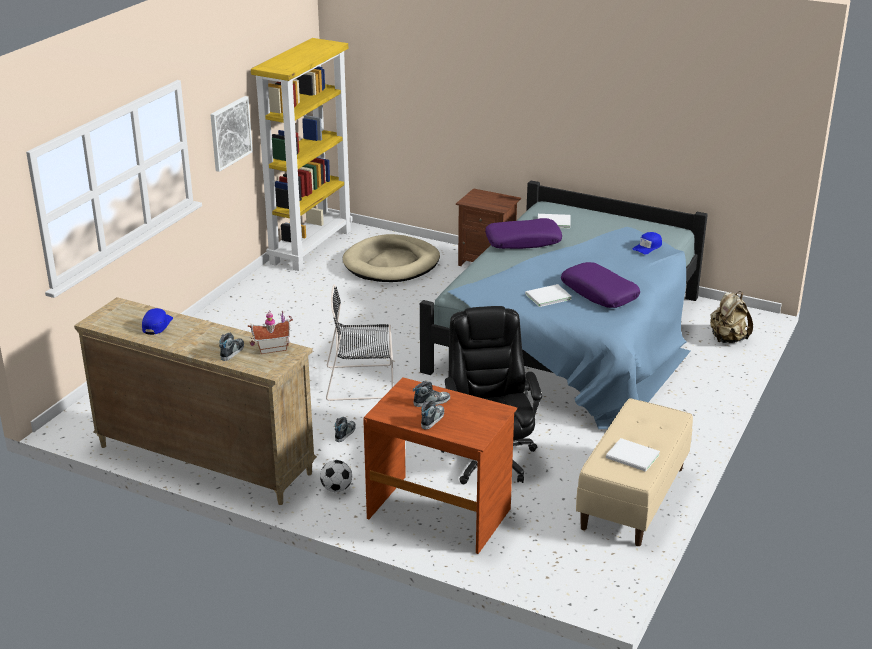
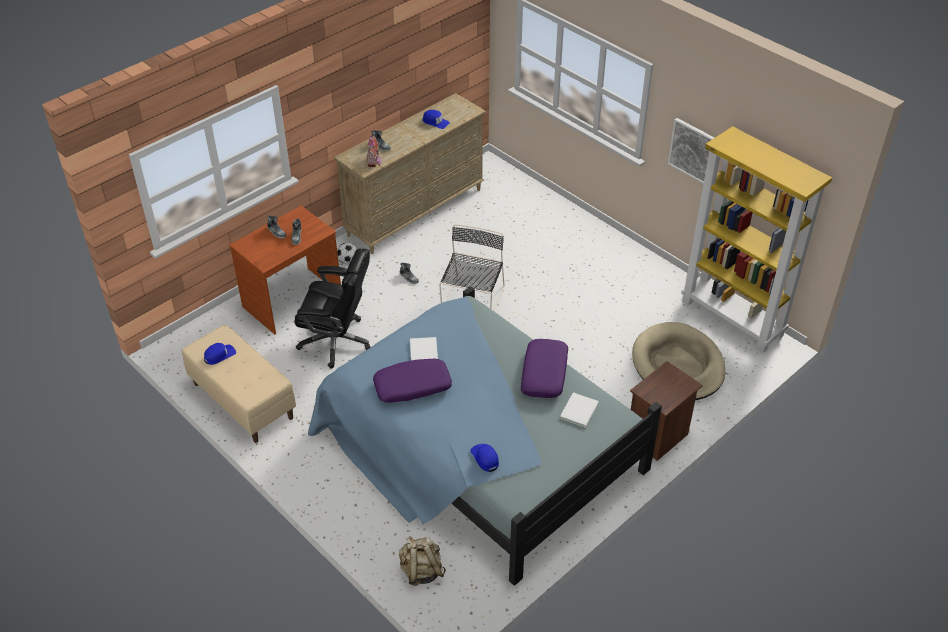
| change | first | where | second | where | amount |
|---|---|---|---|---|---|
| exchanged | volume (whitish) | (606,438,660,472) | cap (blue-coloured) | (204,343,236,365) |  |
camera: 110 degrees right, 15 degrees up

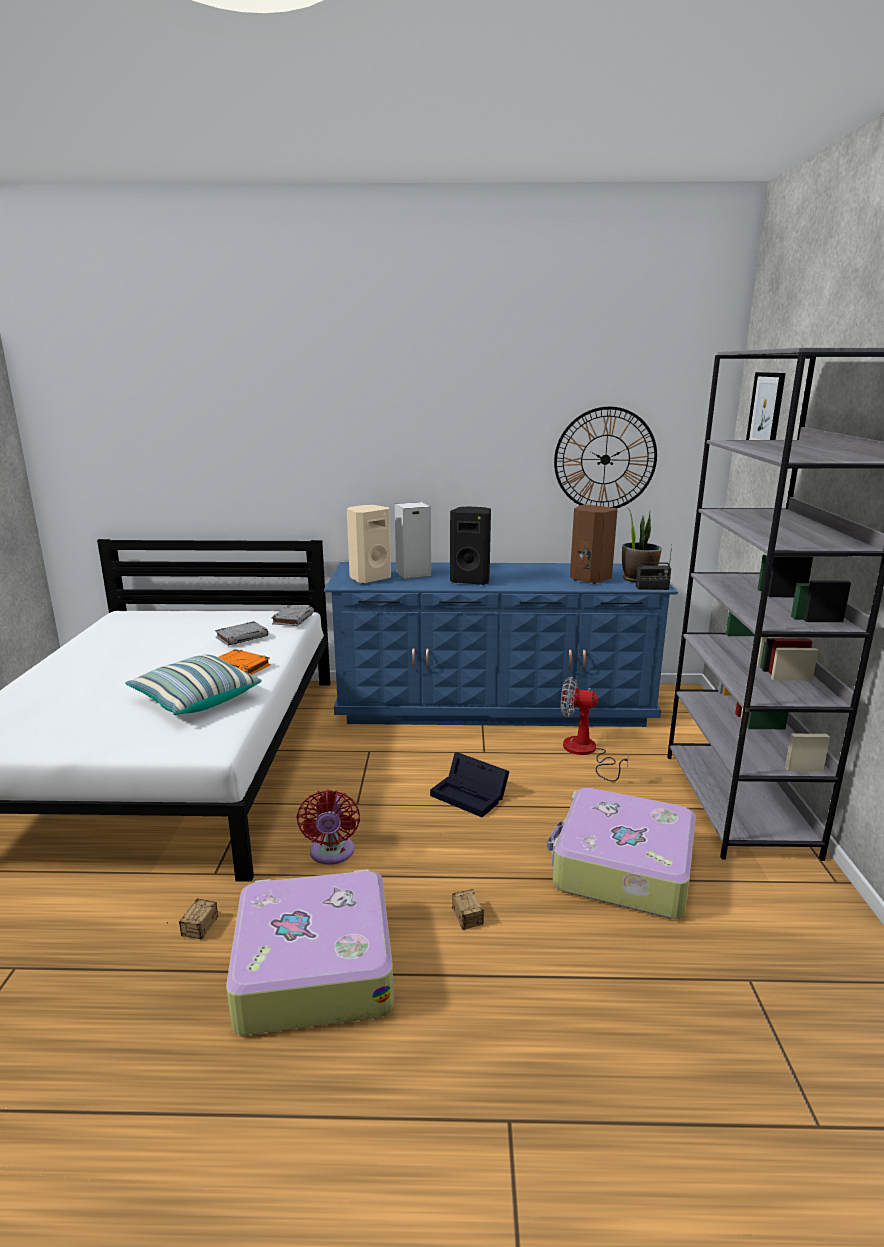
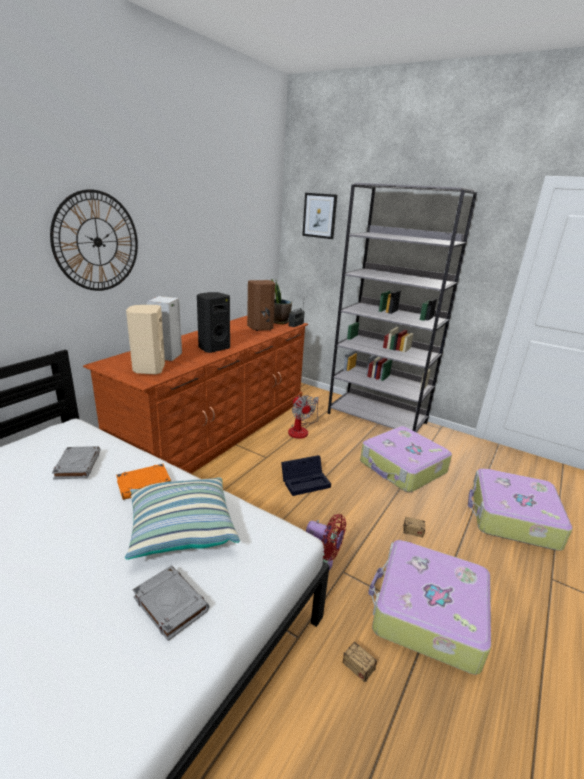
| change | first | where | second | where | amount |
|---|---|---|---|---|---|
| relocated | volume (grey) | (271,605,314,626) |  | (132,566,209,641) |  |
| colour | dresser (blue-coloured) | (324,562,678,727) | dresser (brown-coloured) | (83,316,308,474) |  |
| relocated | hanging clock | (554,407,657,509) |  | (50,189,138,291) |  |
| spun | electric fan | (561,677,629,782) |  | (288,395,319,439) | 75 degrees counterclockwise |
| appeared |  |  | piece of luggage | (468,468,573,551) |  |
camera: 60 degrees left, 5 degrees up

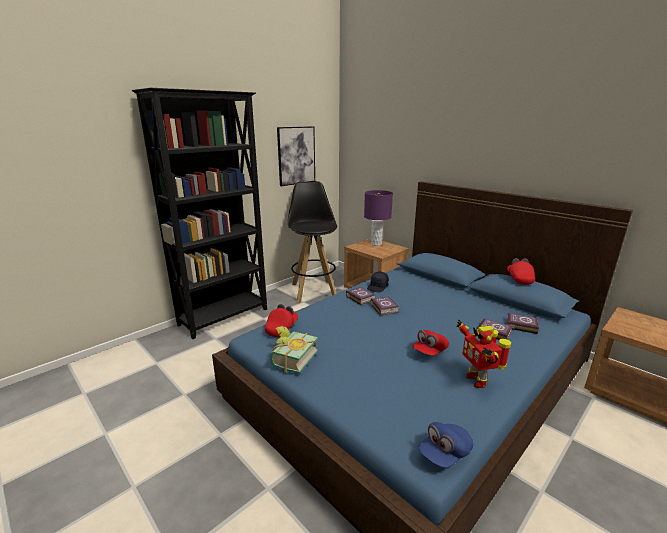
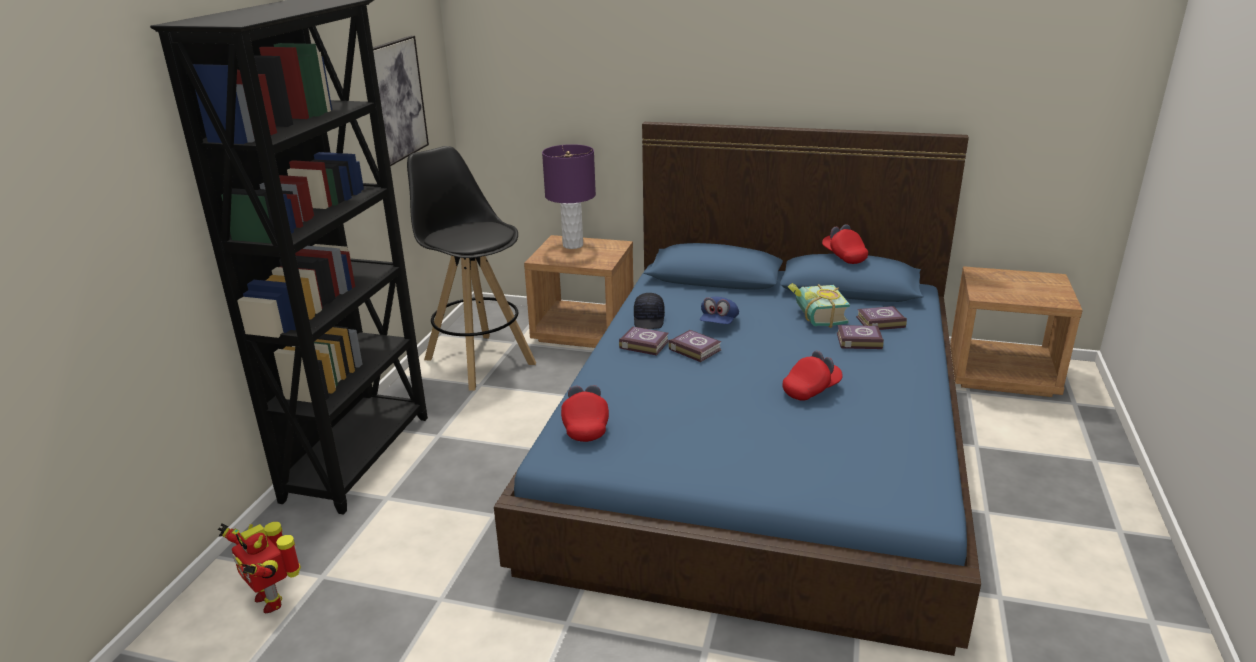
| change | first | where | second | where | amount |
|---|---|---|---|---|---|
| relocated | volume | (270,326,318,374) |  | (788,283,850,328) |  |
| spun | cap (red) | (412,330,449,356) |  | (783,351,843,401) | 135 degrees counterclockwise |
| relocated | cap (blue-coloured) | (418,422,473,468) |  | (700,297,739,324) |  |
| relocated | robot figure | (456,319,511,388) |  | (218,522,301,613) |  |
camera: 30 degrees left, 5 degrees up

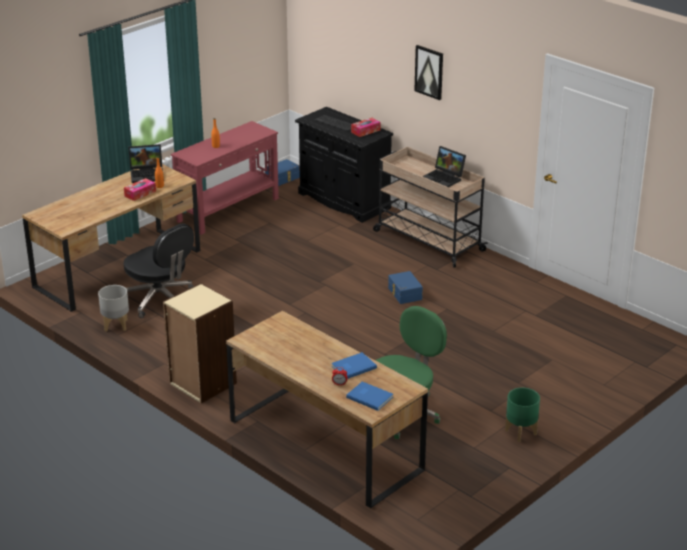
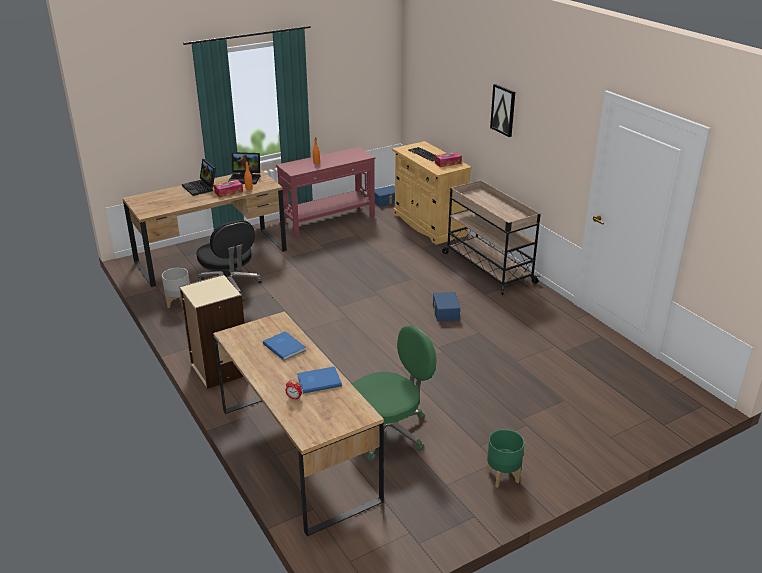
| change | first | where | second | where | amount |
|---|---|---|---|---|---|
| colour | cupboard (black-coloured) | (295,107,393,223) | cupboard (beige-coloured) | (392,141,472,245) |  |
| relocated | volume (blue-coloured) | (346,381,393,411) |  | (263,331,306,360) |  |
| relocated | laptop | (422,146,466,187) |  | (182,159,216,196) |  |
camera: 15 degrees right, 0 degrees up

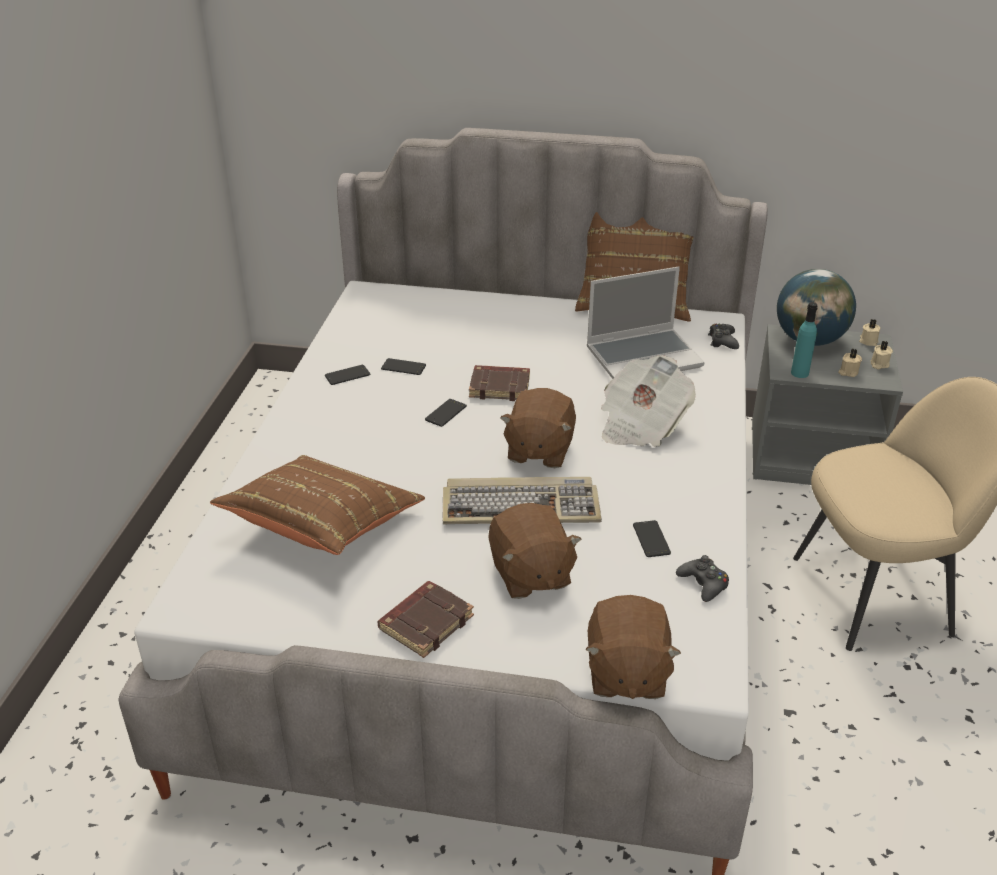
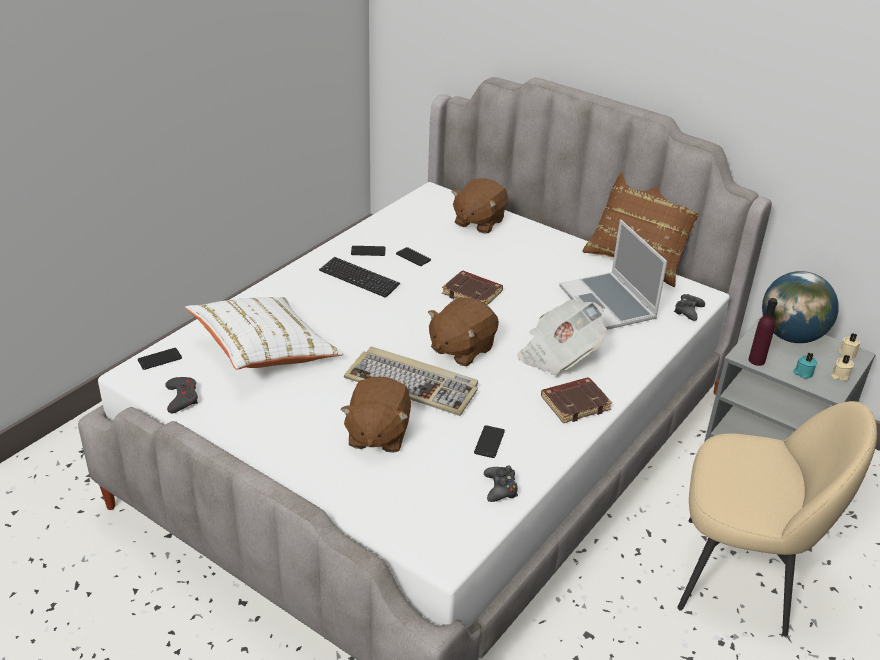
| change | first | where | second | where | amount |
|---|---|---|---|---|---|
| colour | pillow (brown-coloured) | (210,455,425,555) | pillow (whitish) | (185,297,343,370) |  |
| relocated | volume (brown-coloured) | (377,581,474,658) |  | (541,377,612,423) |  |
| relocated | handset | (425,399,467,427) |  | (138,348,182,370) |  |
| relocated | cuddly toy (brown-coloured) | (585,595,681,699) |  | (452,178,508,234) |  |
| spun | laptop | (587,267,705,379) |  | (559,220,667,330) | 60 degrees clockwise |
| colour | beverage bottle (turquoise) | (791,302,818,378) | beverage bottle (purplish) | (748,298,778,366) |  |
| colour | wax light (beige-coloured) | (838,348,862,377) | wax light (turquoise) | (793,352,817,379) |  |
| appeared |  |  | joypad (grey) | (165,377,198,413) |  |
| appeared |  |  | computer keyboard | (319,257,400,298) |  |
camera: 25 degrees right, 0 degrees up

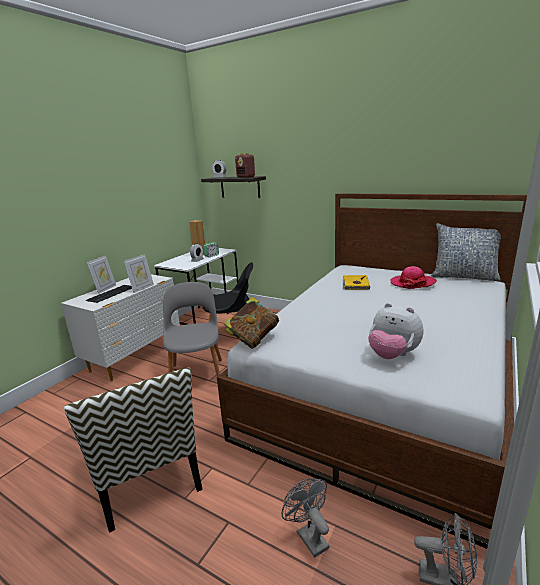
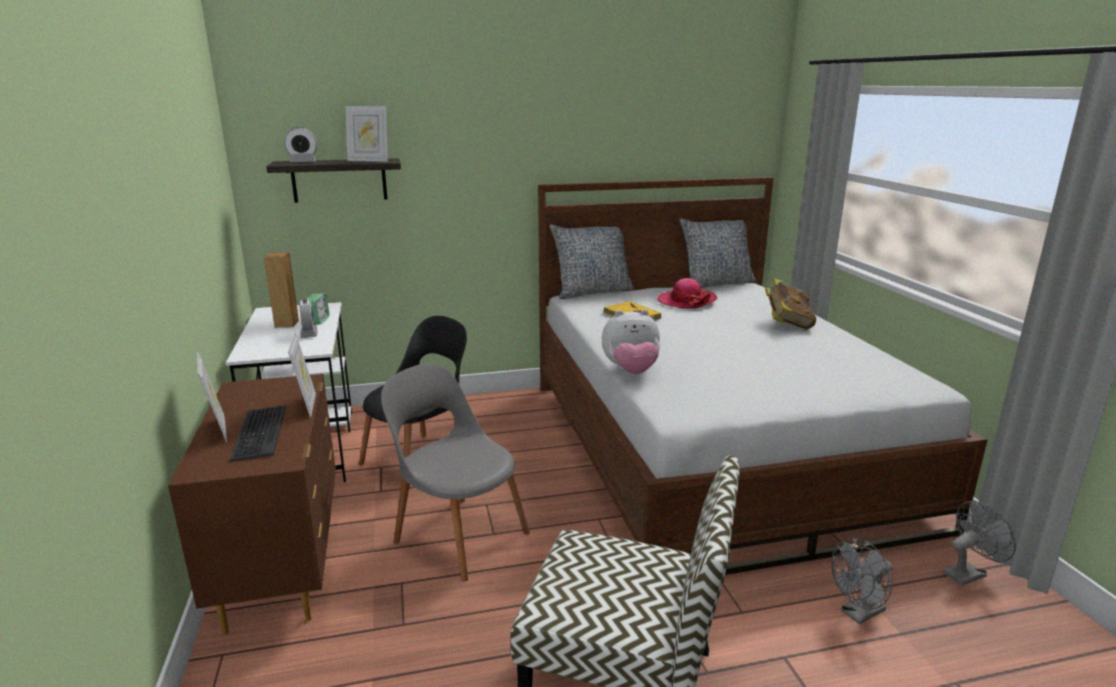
| change | first | where | second | where | amount |
|---|---|---|---|---|---|
| colour | dresser (whitish) | (61,274,180,381) | dresser (brown-coloured) | (168,374,336,635) |  |
| relocated | volume | (224,297,279,349) |  | (765,278,816,330) |  |
| exchanged | radio set | (235,153,255,178) | picture frame | (346,106,388,162) |  |
| spun | electric fan (grey) | (282,479,329,558) |  | (831,538,892,624) | 45 degrees counterclockwise |
| relocated | cuddly toy | (368,303,423,359) |  | (602,310,660,374) |  |
| appeared |  |  | pillow | (550,225,634,299) |  |
camera: 45 degrees left, 0 degrees up

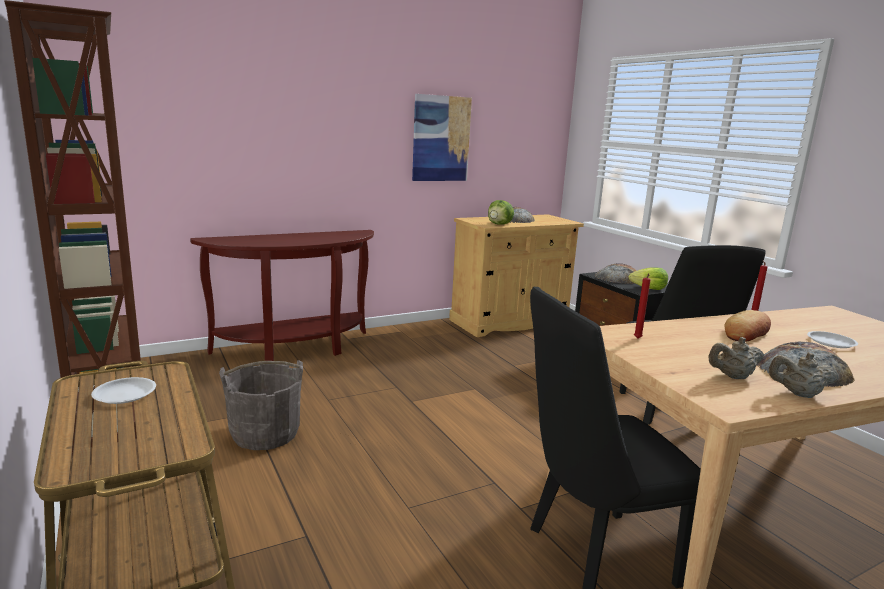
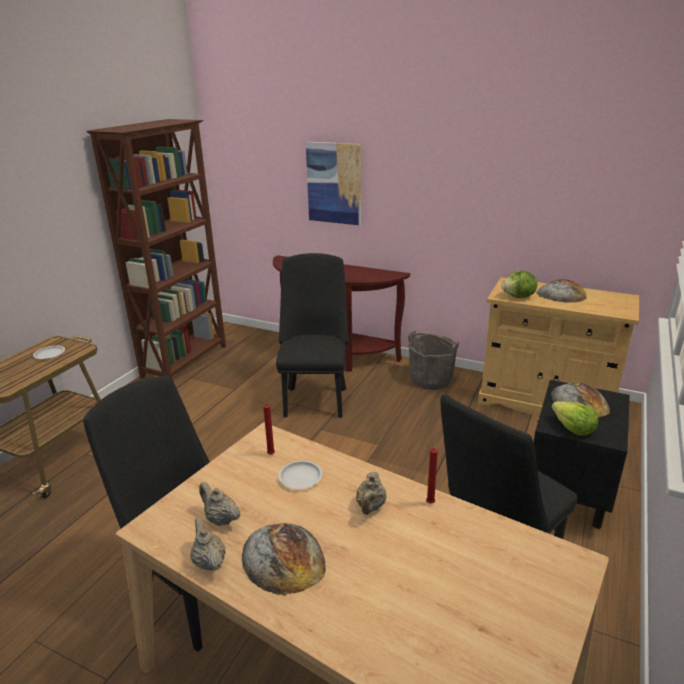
| change | first | where | second | where | amount |
|---|---|---|---|---|---|
| relocated | water bucket (grey) | (219,360,303,450) |  | (408,331,459,390) |  |
| relocated | wall art | (412,94,472,181) |  | (306,142,361,225) |  |
| exchanged | baked bread | (725,310,771,342) | teapot (beige-coloured) | (356,472,386,515) |  |
| relocated | dinner plate (whitish) | (807,331,858,348) |  | (278,460,322,489) |  |
| appeared |  |  | chair (black-coloured) | (276,253,349,418) |  |
camera: 55 degrees right, 10 degrees up

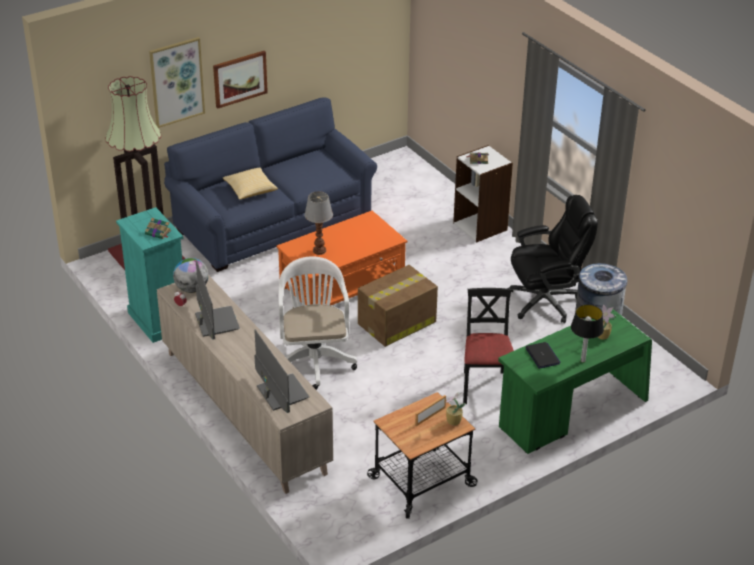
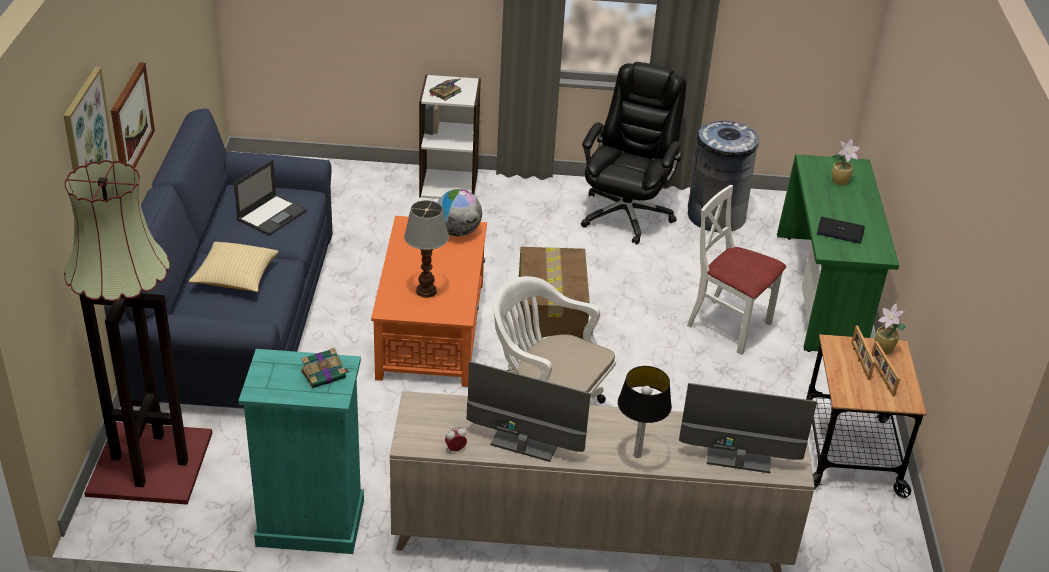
| change | first | where | second | where | amount |
|---|---|---|---|---|---|
| relocated | globe | (173,258,209,293) |  | (437,189,482,236) |  |
| colour | chair (black-coloured) | (463,288,514,404) | chair (whitish) | (687,185,786,355) |  |
| relocated | tabletop lamp | (571,305,604,363) |  | (618,366,672,458) |  |
| appeared |  |  | laptop | (234,160,307,236) |  |
| appeared |  |  | picture frame | (871,341,900,396) |  |
camera: 55 degrees left, 0 degrees up

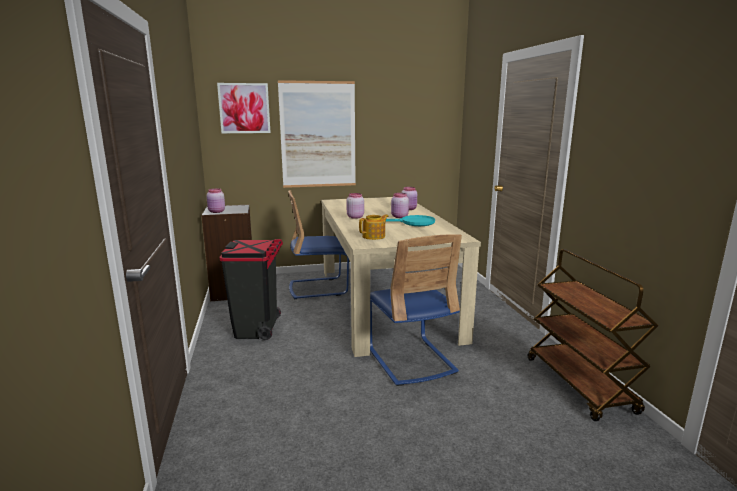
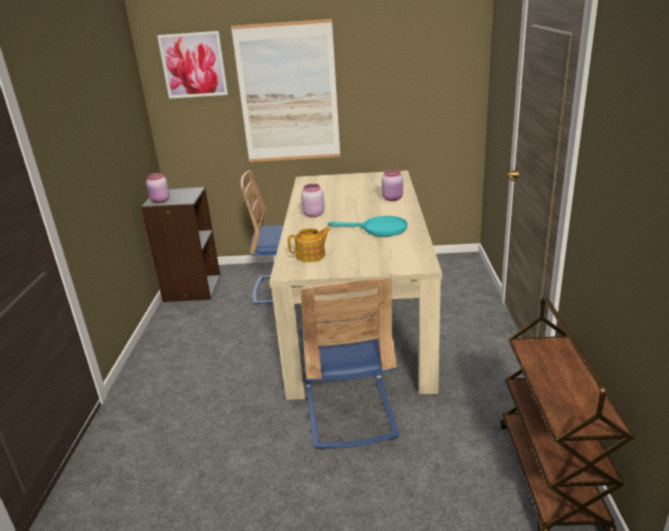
| change | first | where | second | where | amount |
|---|---|---|---|---|---|
| missing | trash can (black-coloured) | (220,239,283,340) |  |  |  |
| missing | preserve jar (pinkish) | (391,193,409,218) |  |  |  |
camera: 15 degrees right, 10 degrees up

